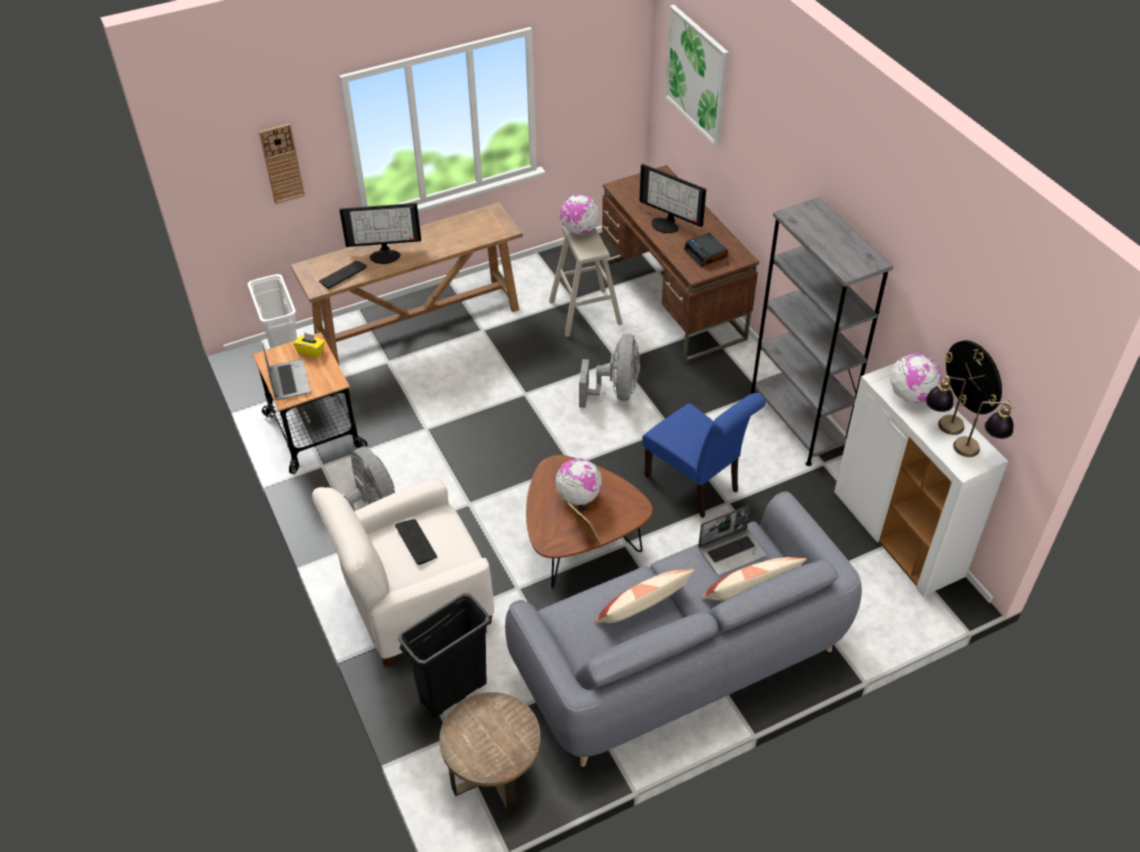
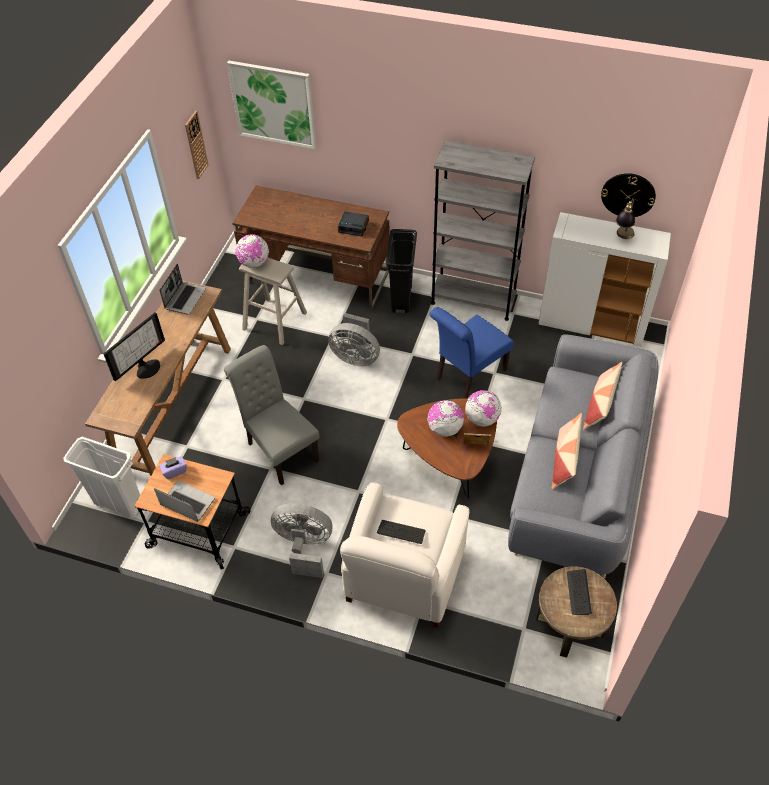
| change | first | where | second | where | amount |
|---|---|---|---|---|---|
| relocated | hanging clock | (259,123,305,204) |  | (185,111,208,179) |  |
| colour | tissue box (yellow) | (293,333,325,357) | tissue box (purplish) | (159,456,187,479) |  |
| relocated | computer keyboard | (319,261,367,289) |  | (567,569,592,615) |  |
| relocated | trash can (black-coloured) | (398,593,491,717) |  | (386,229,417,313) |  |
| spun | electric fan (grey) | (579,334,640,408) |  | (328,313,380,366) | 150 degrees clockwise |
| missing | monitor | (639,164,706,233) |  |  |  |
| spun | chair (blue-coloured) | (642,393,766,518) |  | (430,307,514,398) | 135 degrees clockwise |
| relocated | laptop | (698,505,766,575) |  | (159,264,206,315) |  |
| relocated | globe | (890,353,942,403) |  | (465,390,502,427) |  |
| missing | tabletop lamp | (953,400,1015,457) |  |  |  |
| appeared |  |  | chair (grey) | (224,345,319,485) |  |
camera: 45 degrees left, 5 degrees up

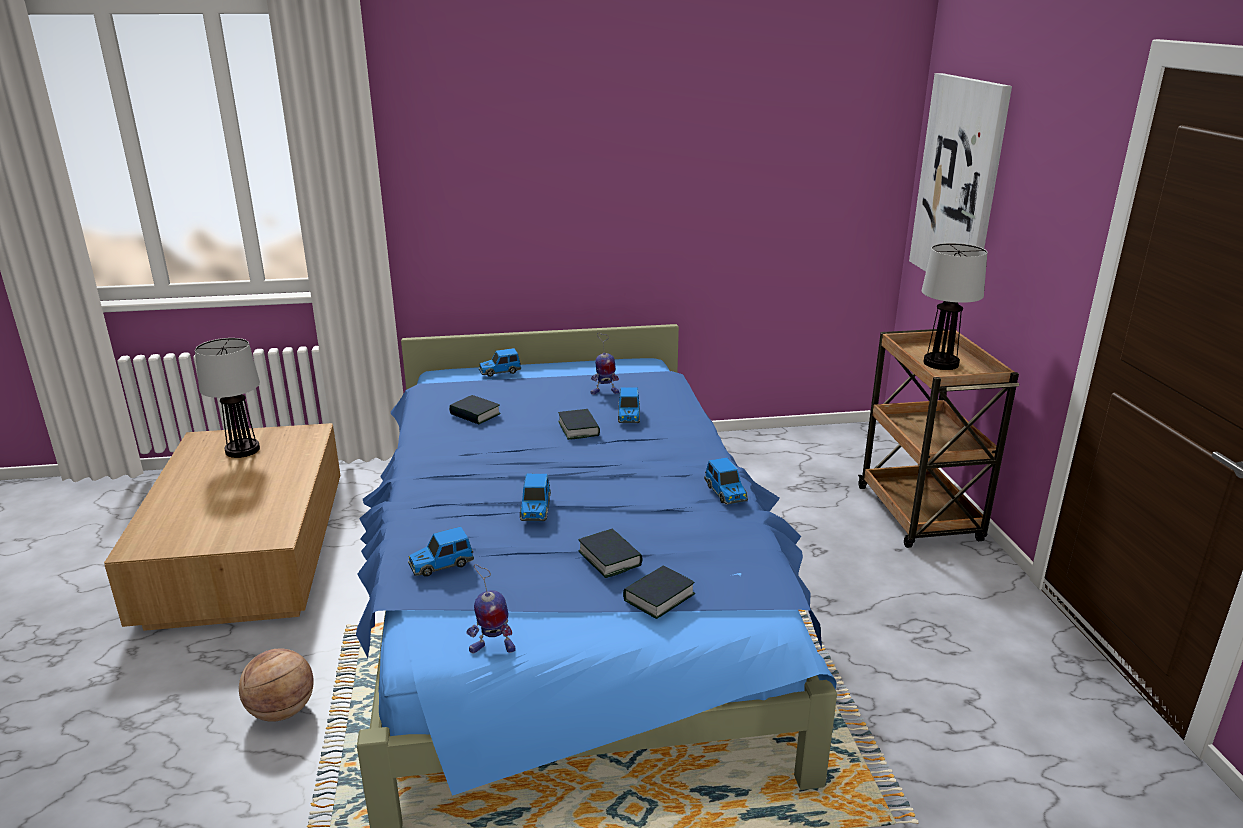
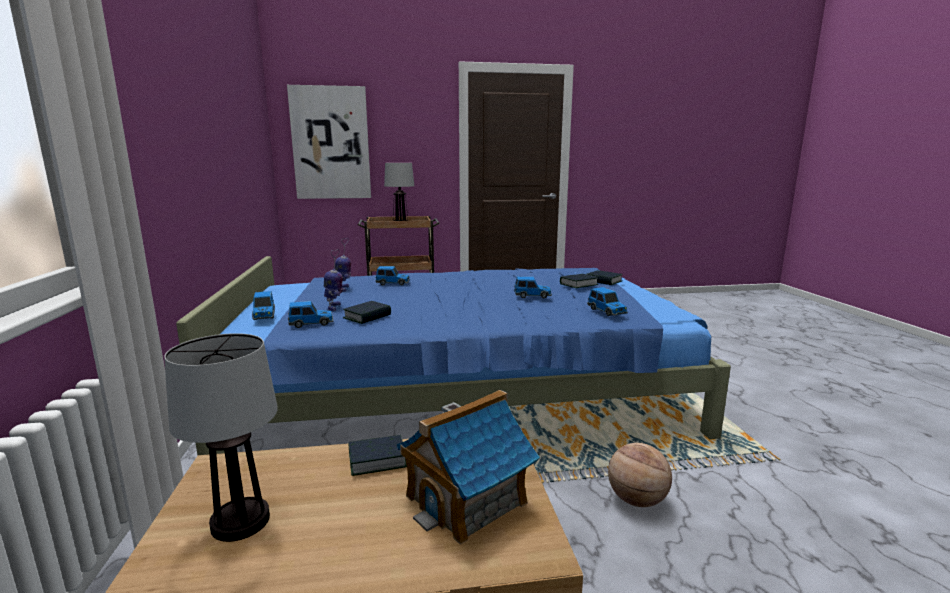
| change | first | where | second | where | amount |
|---|---|---|---|---|---|
| relocated | robot figure | (466,564,516,653) |  | (324,249,343,311) |  |
| relocated | volume | (558,409,600,440) |  | (348,435,407,476) |  |
| relocated | toy car | (704,458,748,505) |  | (288,301,333,328) |  |
| appeared |  |  | toy house | (397,390,540,545) |  |
camera: 90 degrees left, 10 degrees down

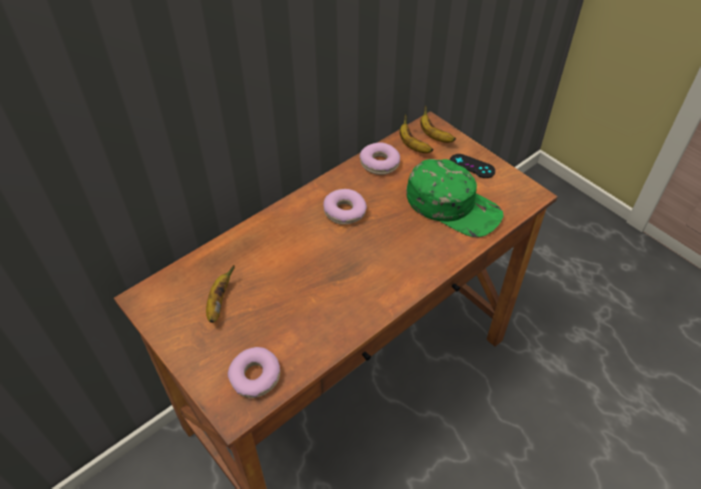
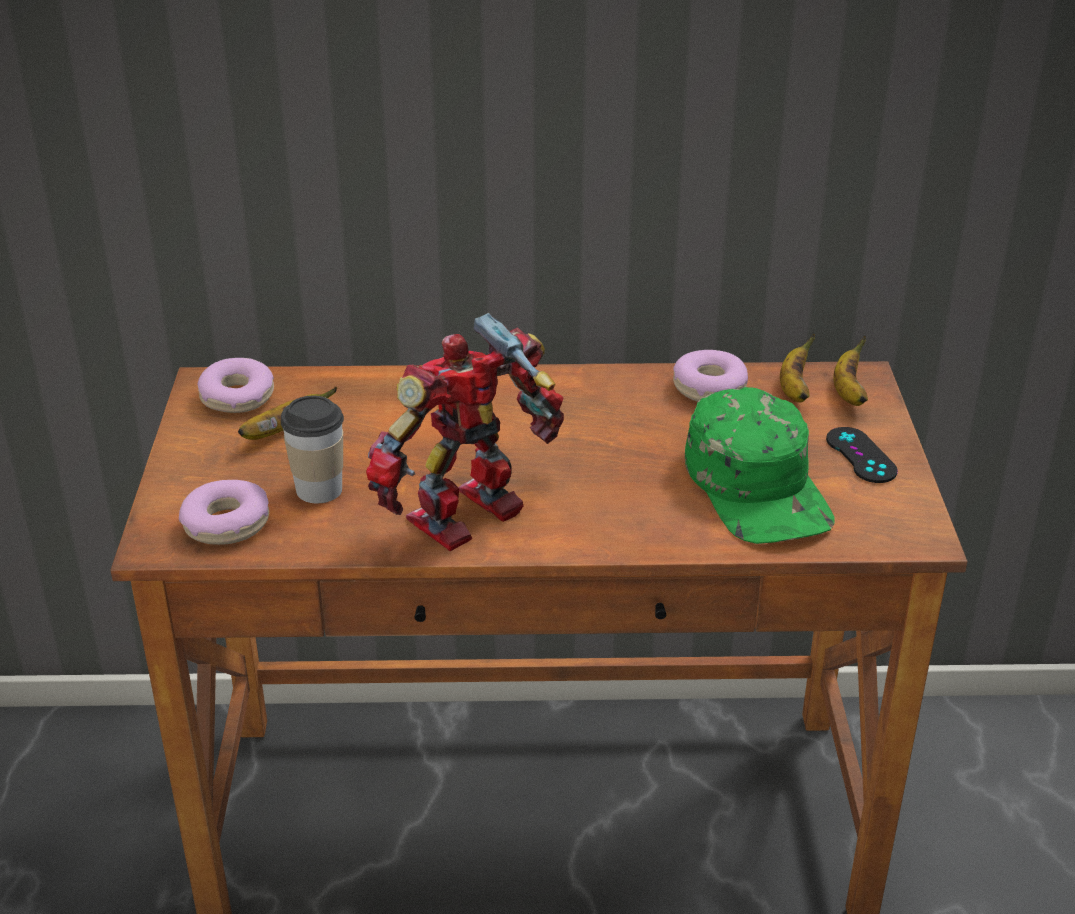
| change | first | where | second | where | amount |
|---|---|---|---|---|---|
| relocated | ring doughnut | (323,189,367,225) |  | (198,358,274,413) |  |
| appeared |  |  | cup | (281,396,344,503) |  |
| appeared |  |  | robot figure | (366,313,564,551) |  |
camera: 40 degrees right, 15 degrees down

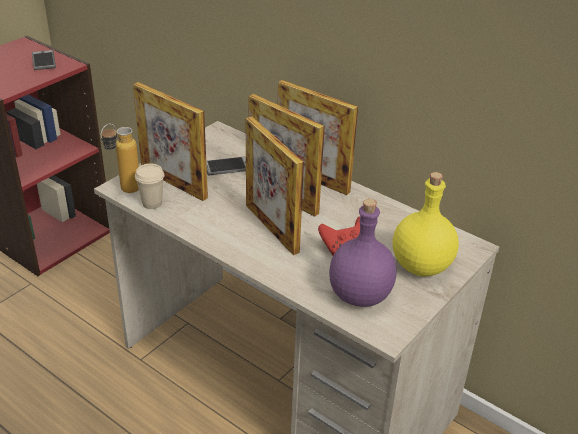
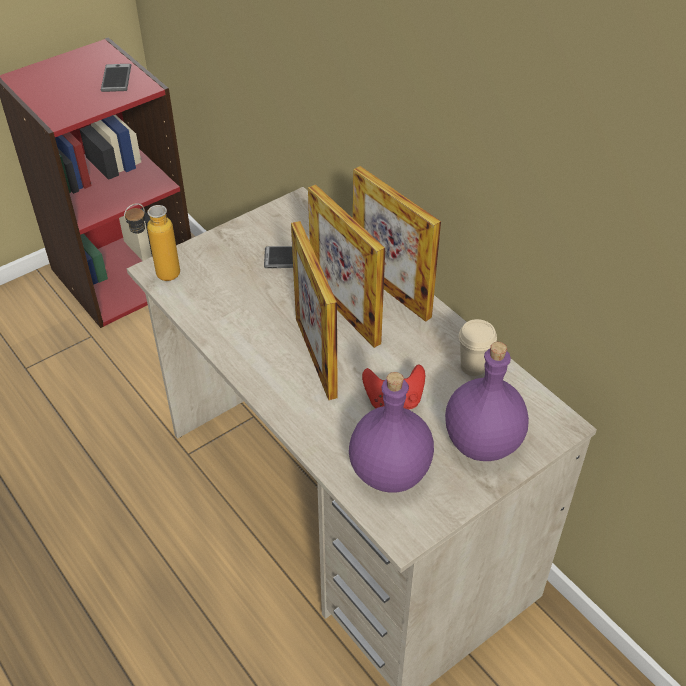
| change | first | where | second | where | amount |
|---|---|---|---|---|---|
| missing | picture frame | (133,82,208,201) |  |  |  |
| relocated | cup (beige-coloured) | (135,164,164,209) |  | (459,319,497,376) |  |
| colour | beverage bottle (yellow) | (393,172,459,277) | beverage bottle (purplish) | (445,342,529,461) |  |
camera: 15 degrees right, 10 degrees up

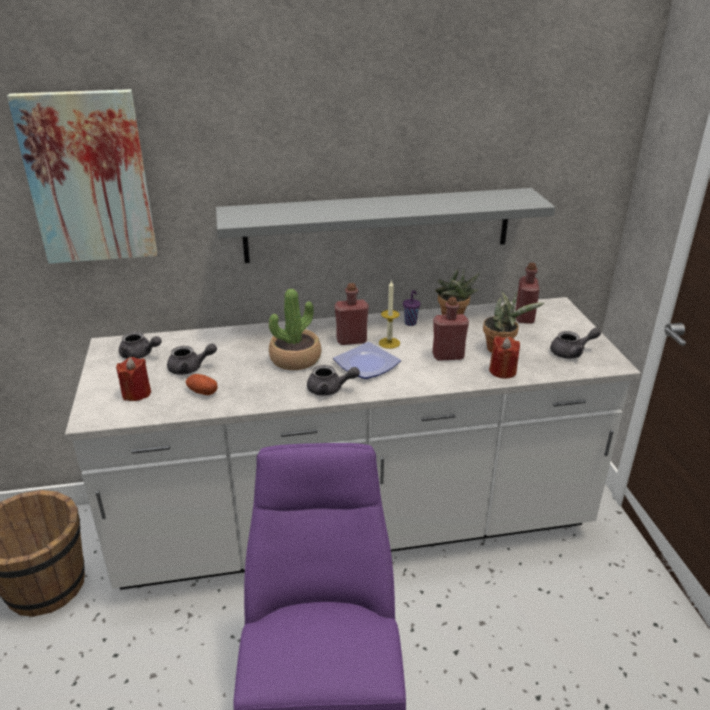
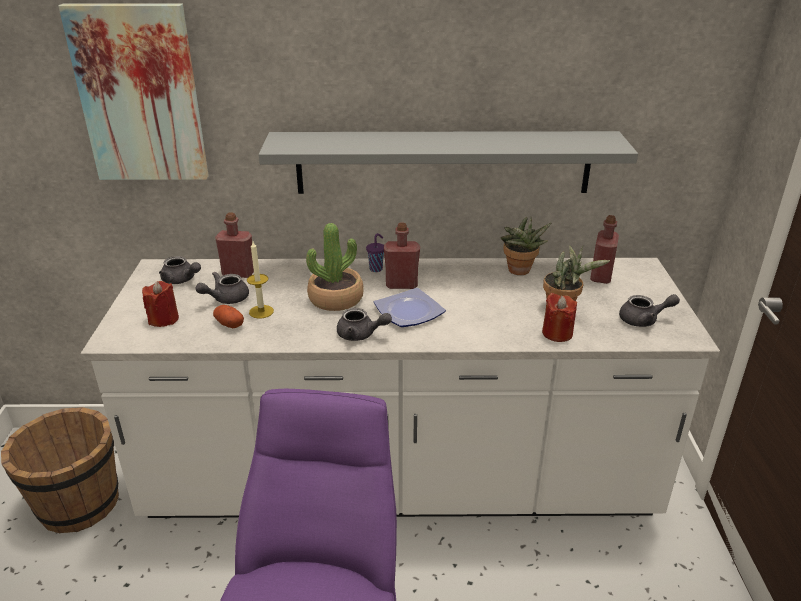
| change | first | where | second | where | amount |
|---|---|---|---|---|---|
| spun | teapot (grey) | (167,343,217,375) |  | (196,272,249,304) | 135 degrees clockwise |
| relocated | wax light | (379,280,400,349) |  | (247,241,274,319) |  |
| relocated | cup (purplish) | (403,290,420,326) |  | (366,233,384,272) |  |
| relocated | beverage bottle (red) | (433,297,469,361) |  | (215,212,254,278) |  |
camera: 10 degrees right, 0 degrees up

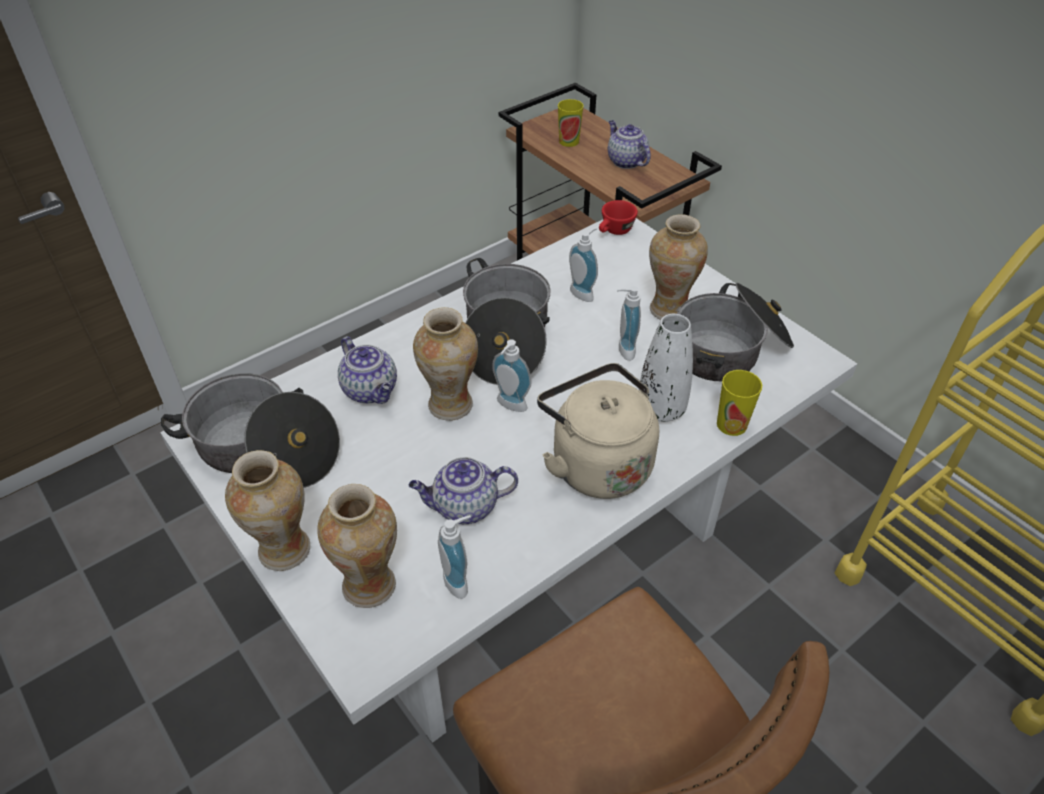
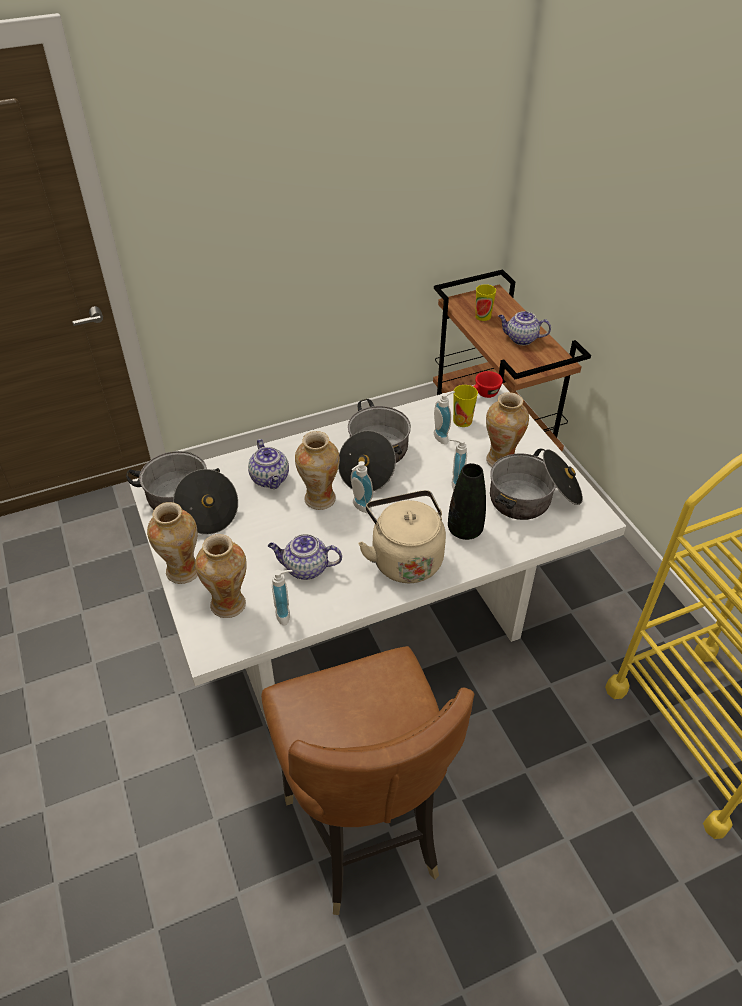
| change | first | where | second | where | amount |
|---|---|---|---|---|---|
| spun | teapot | (608,120,651,169) |  | (498,311,551,345) | 60 degrees counterclockwise |
| colour | decorative vase (whitish) | (639,314,693,422) | decorative vase (black-coloured) | (448,463,486,540) |  |
| relocated | cup | (717,370,762,436) |  | (453,385,478,427) |  |
camera: 15 degrees right, 0 degrees up

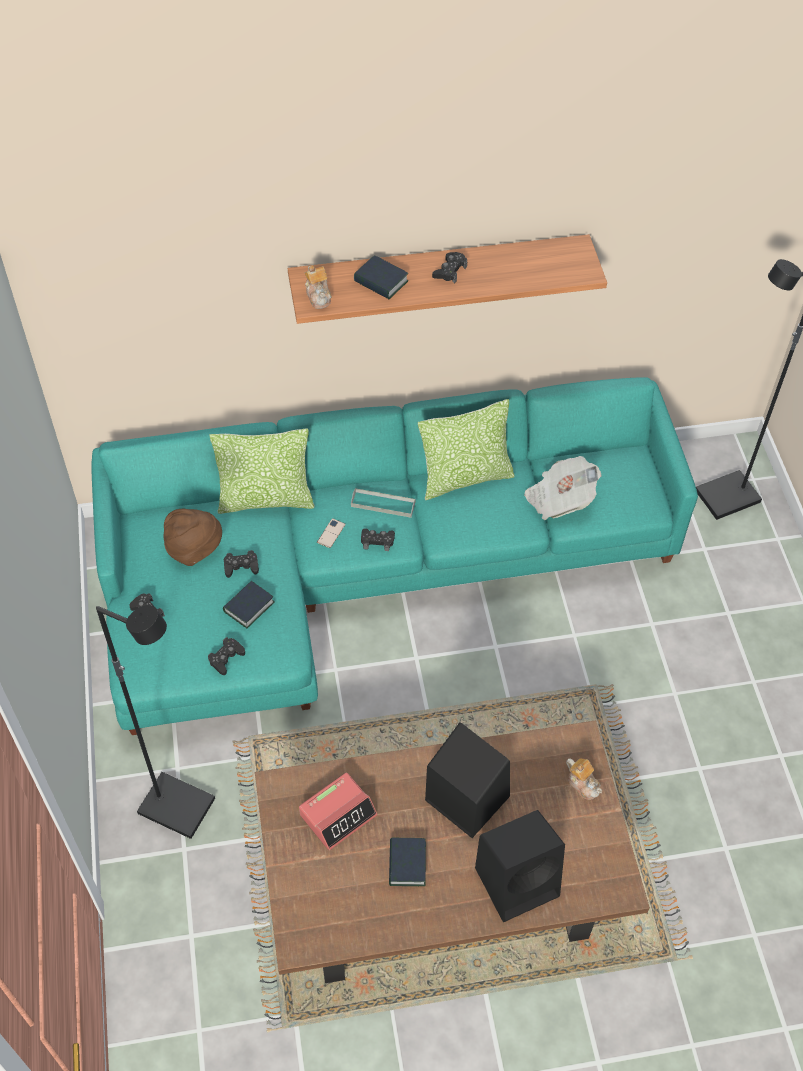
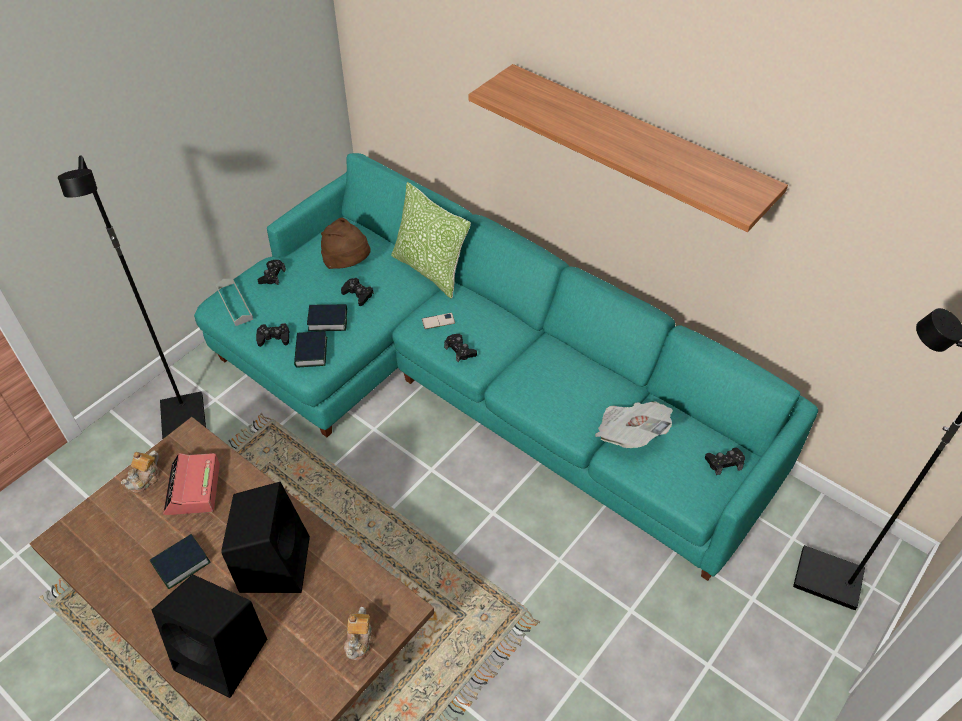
| change | first | where | second | where | amount |
|---|---|---|---|---|---|
| spun | alarm clock | (299,772,377,851) |  | (163,453,220,515) | 75 degrees clockwise |
| relocated | teapot | (305,265,331,309) |  | (121,450,159,493) |  |
| relocated | tray (grey) | (351,488,415,518) |  | (216,279,253,326) |  |
| relocated | volume | (354,255,408,299) |  | (294,331,327,368) |  |
| missing | pillow | (418,399,515,500) |  |  |  |
| relocated | joypad (black-coloured) | (432,252,467,284) |  | (705,448,745,475) |  |
camera: 50 degrees right, 5 degrees down

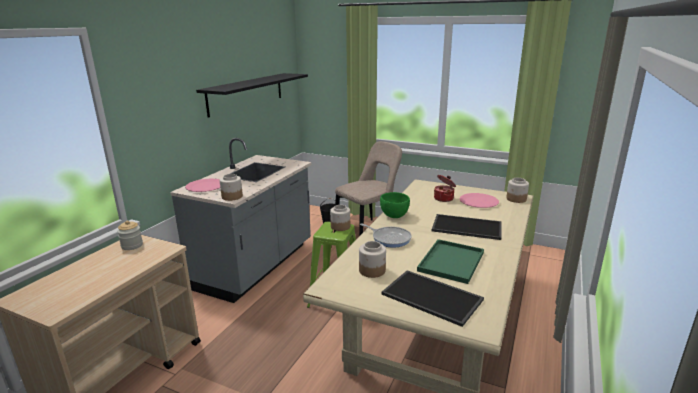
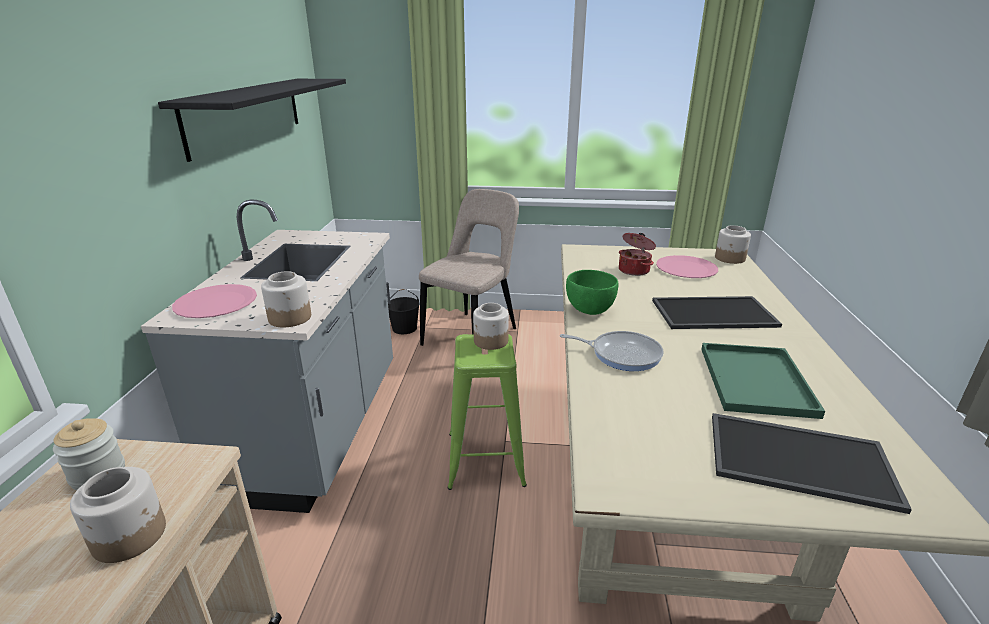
| change | first | where | second | where | amount |
|---|---|---|---|---|---|
| relocated | preserve jar | (359,241,386,278) |  | (70,467,166,563) |  |
camera: 20 degrees left, 5 degrees up

